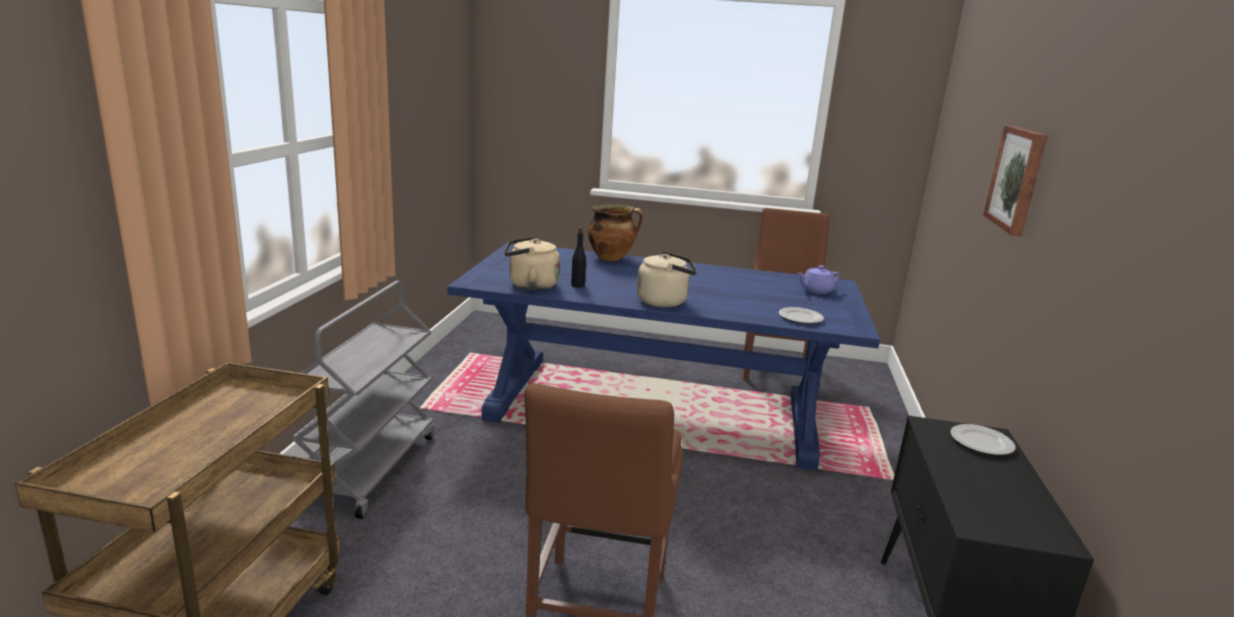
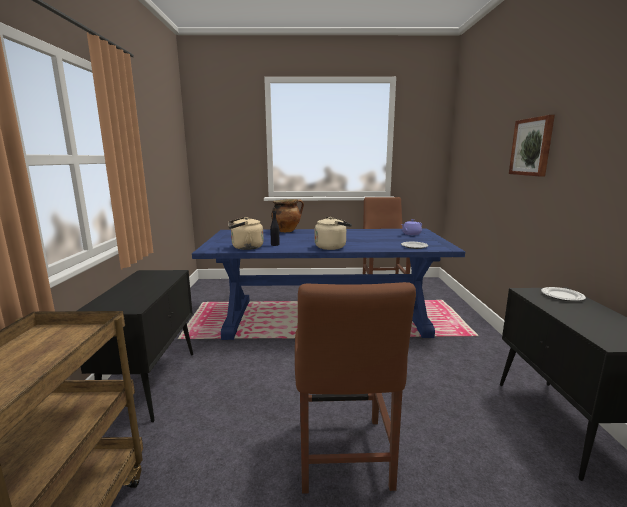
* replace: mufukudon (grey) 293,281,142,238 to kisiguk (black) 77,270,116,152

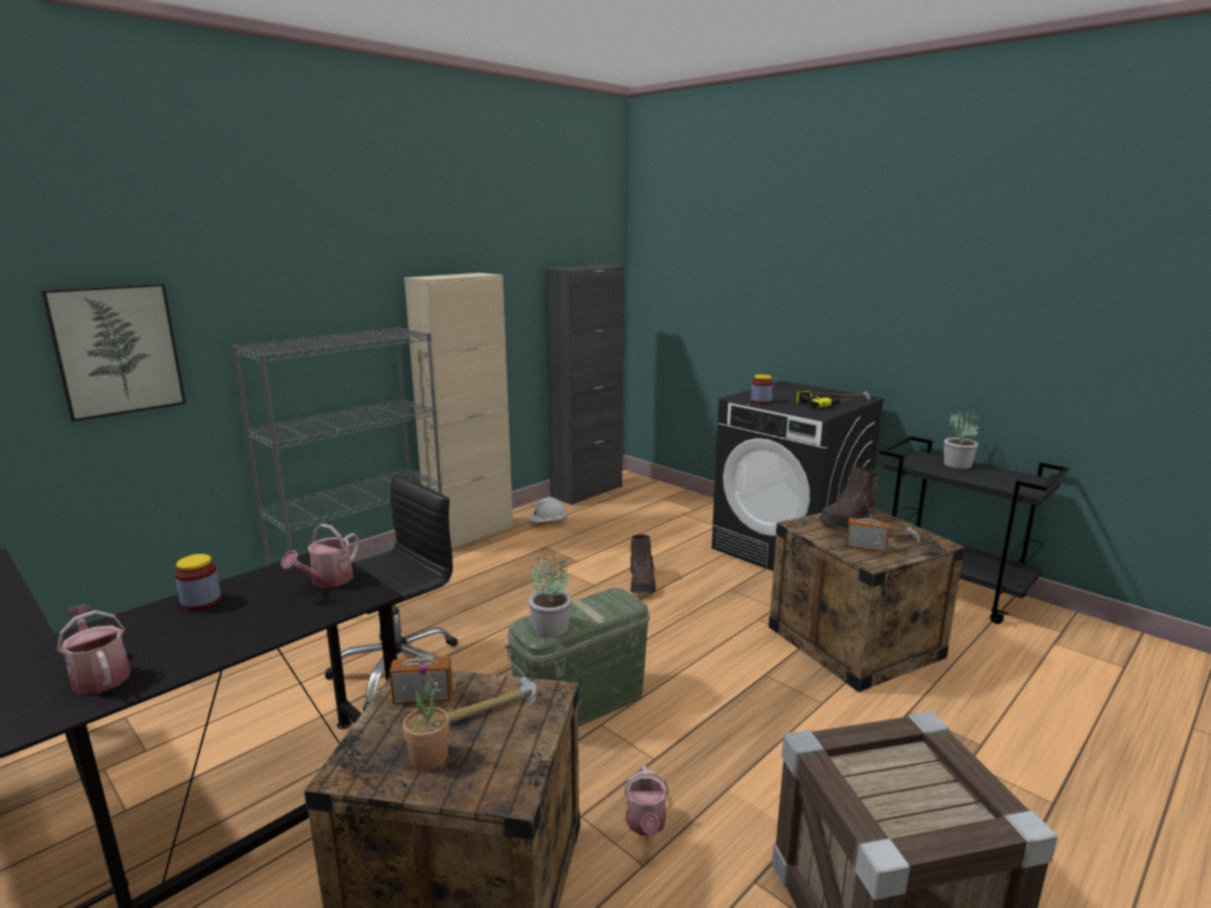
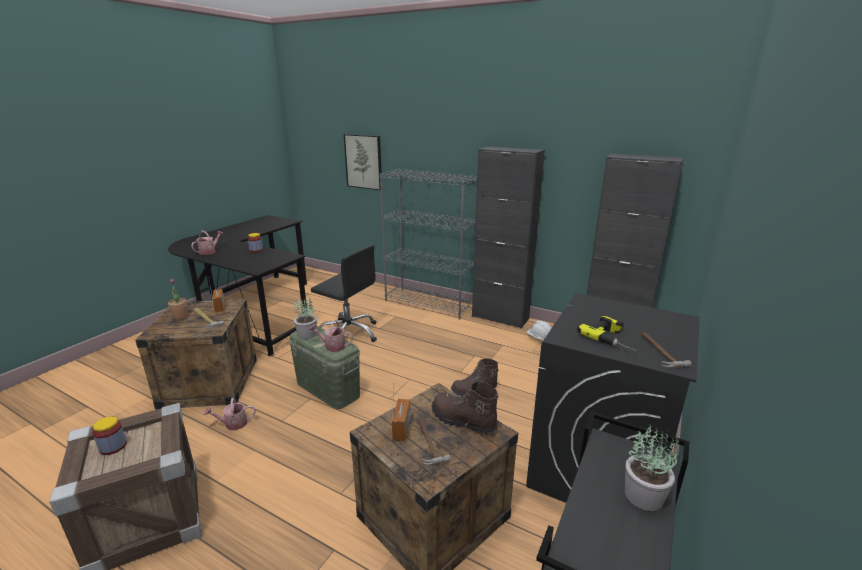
* move: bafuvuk 281,524,78,64 to 309,320,44,32
* move: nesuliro 751,374,22,30 to 93,416,34,39
* recolor: kisiguk (beige) 404,273,109,276 to kisiguk (black) 472,147,73,181

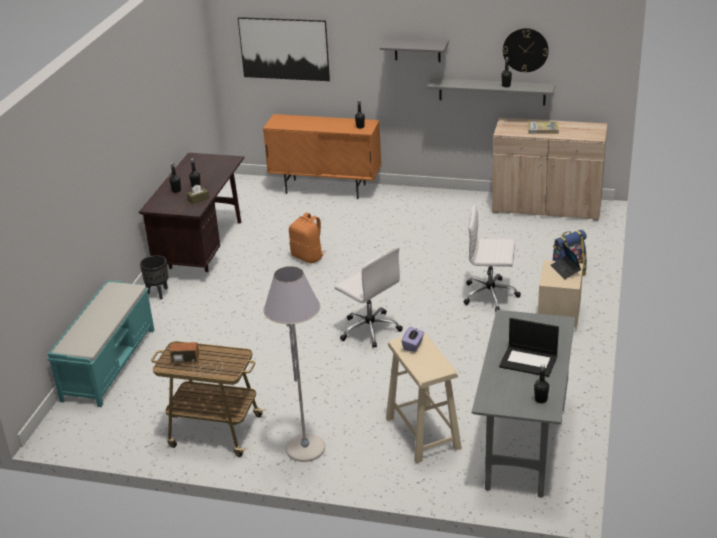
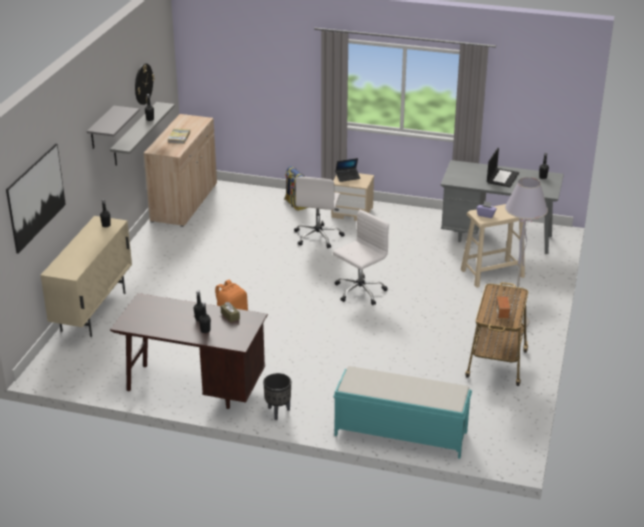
* recolor: kisiguk (orange) 263,114,118,85 to kisiguk (beige) 40,216,92,121

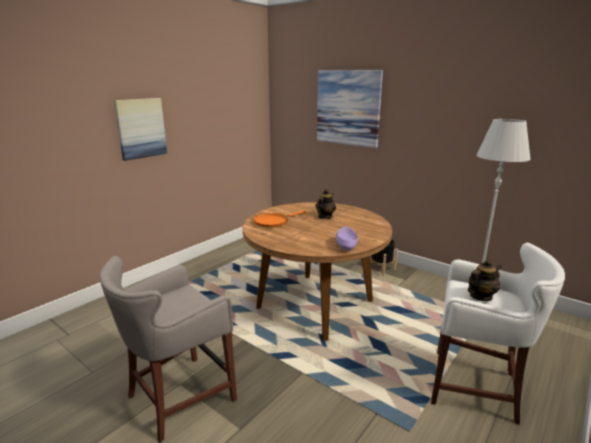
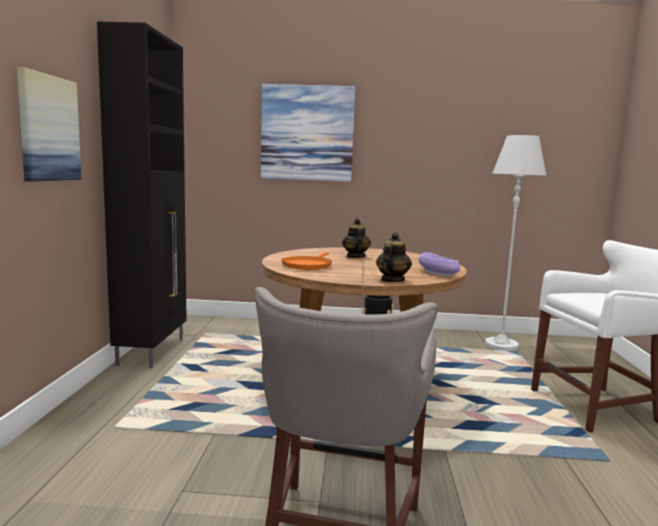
* insert: kisiguk (black) 97,22,90,346
* move: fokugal 468,259,34,42 to 376,232,36,50

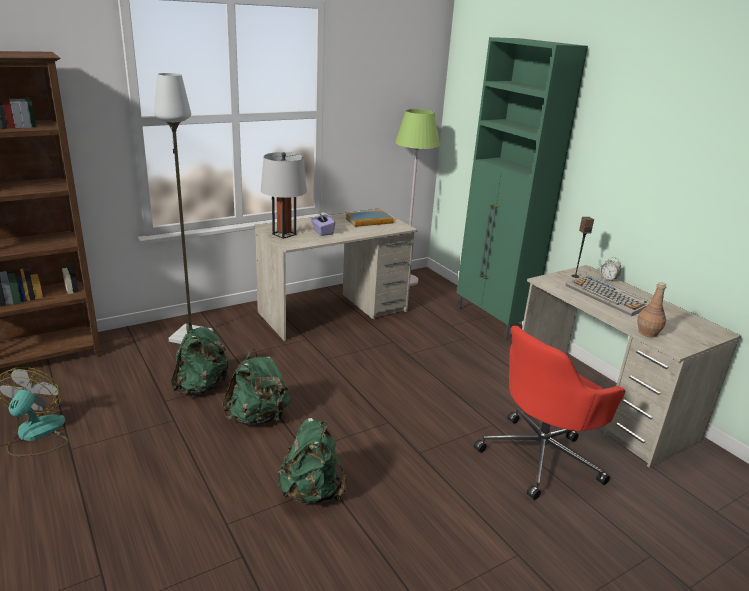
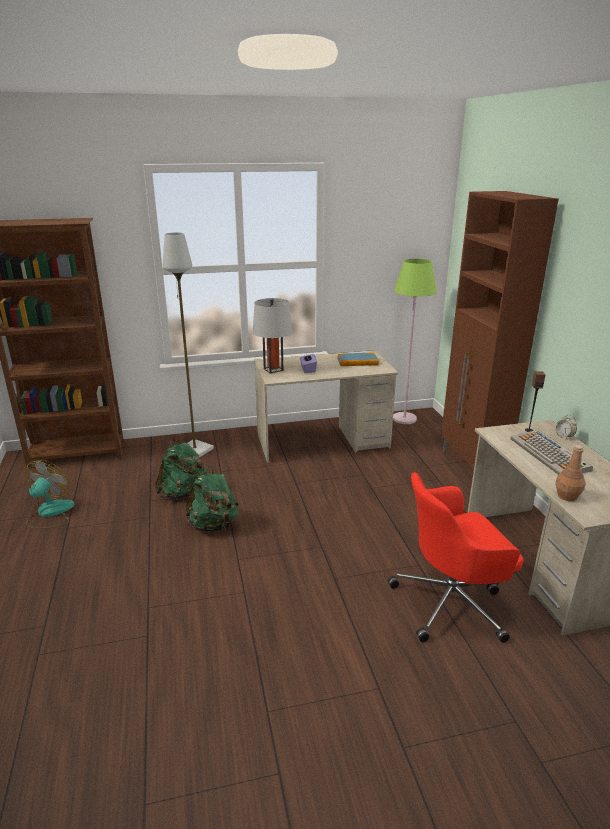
* delete: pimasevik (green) 278,418,69,86
* recolor: kisiguk (green) 457,37,131,303 to kisiguk (brown) 441,191,118,278

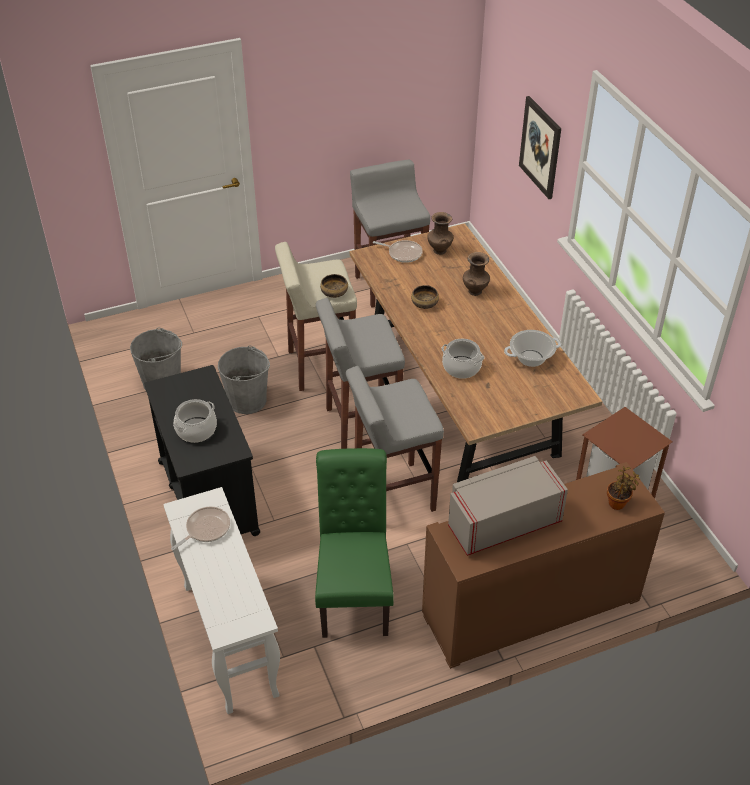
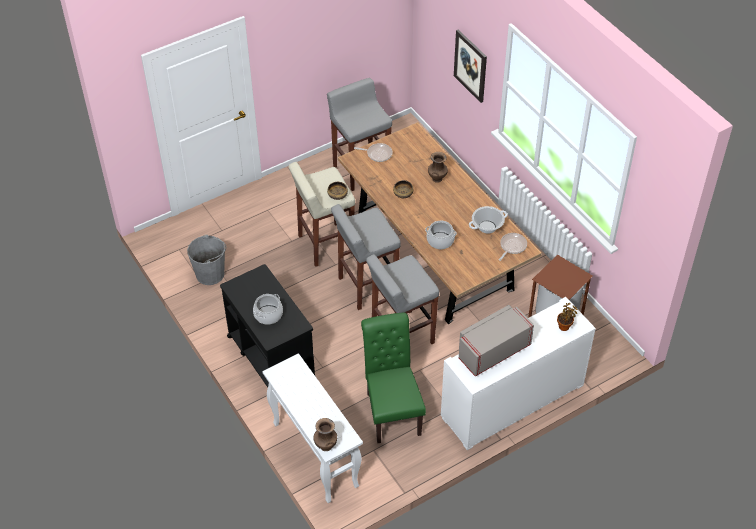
* delete: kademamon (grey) 218,345,52,69
* move: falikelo 171,507,59,43 to 499,233,28,28
* move: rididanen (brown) 427,212,26,43 to 313,418,24,33
* recolor: kisiguk (brown) 422,462,243,207 to kisiguk (white) 441,297,155,153

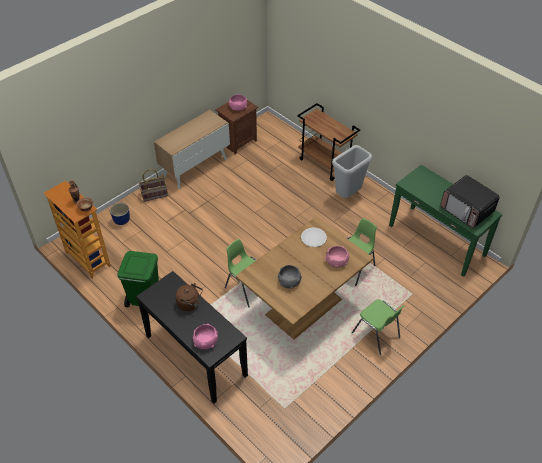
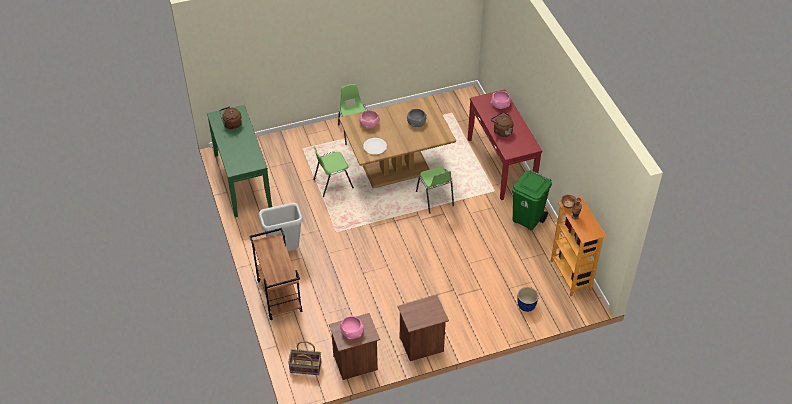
* move: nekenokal 139,169,29,33 to 288,341,33,34
* replace: kisiguk 154,110,76,79 to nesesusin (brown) 398,295,51,66
* replace: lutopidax 440,175,60,53 to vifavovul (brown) 219,107,23,23
* recolor: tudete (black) 136,271,112,133 to tudete (red) 468,90,74,110

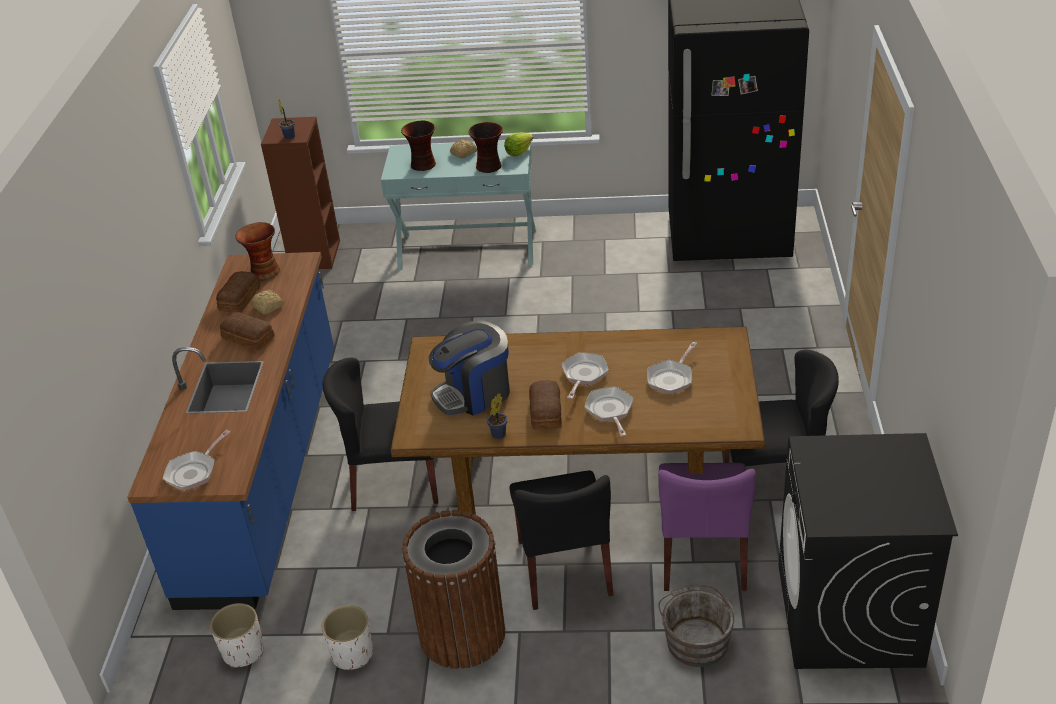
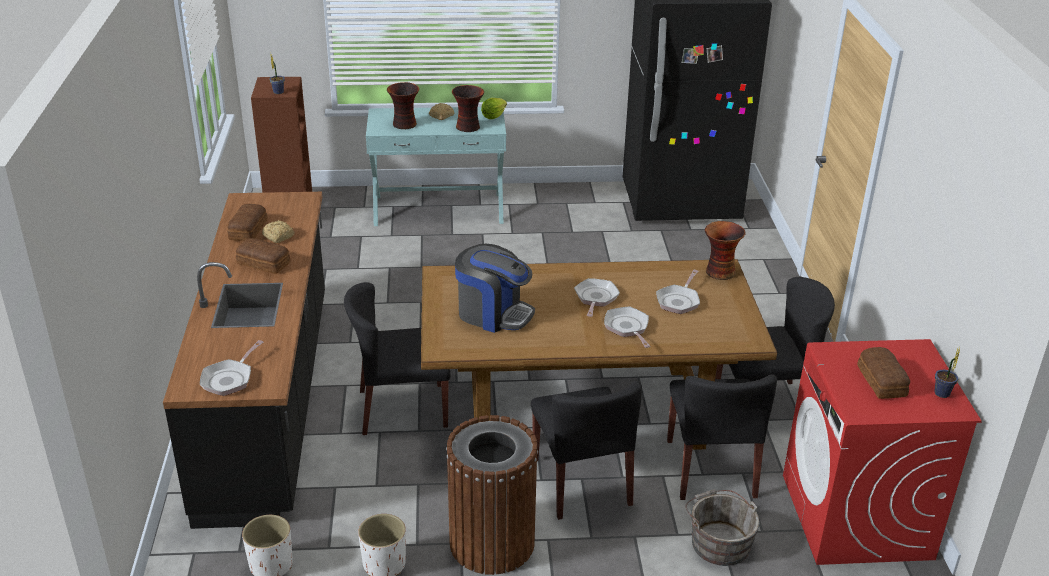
* move: rididanen 236,222,44,58 to 705,221,40,59
* move: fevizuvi 487,393,20,46 to 934,347,26,51
* move: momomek 529,380,33,50 to 857,347,53,52
* recolor: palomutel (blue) 127,252,207,358 to palomutel (black) 163,192,162,337
* recolor: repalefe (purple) 658,463,98,128 to repalefe (black) 667,374,110,126
* recolor: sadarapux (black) 778,433,180,236 to sadarapux (red) 783,339,199,226
* rotate: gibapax 429,320,81,96 = 455,244,80,89 120 degrees counterclockwise

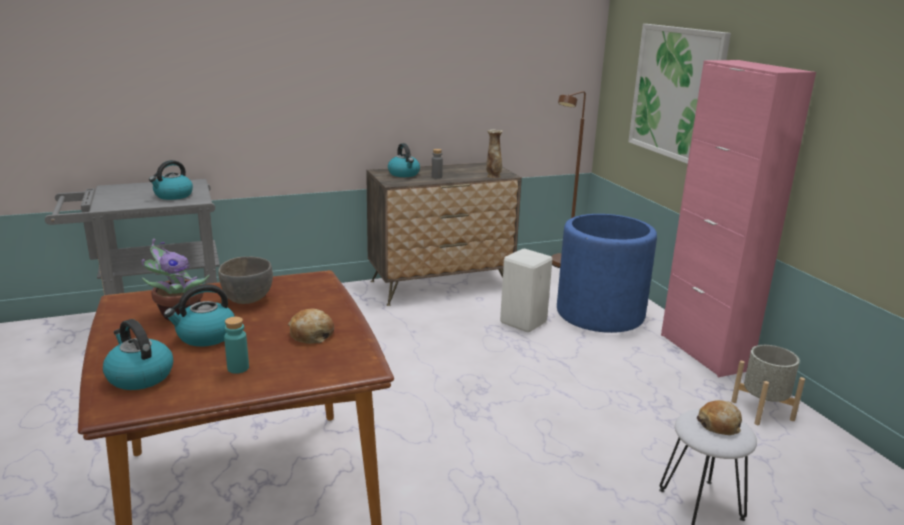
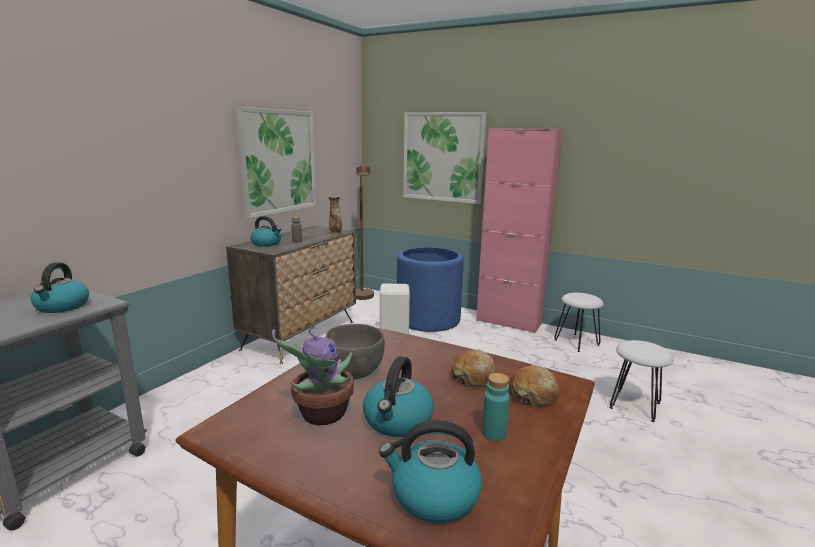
* insert: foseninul 235,107,81,112
* move: momomek 697,400,45,35 to 509,365,50,41
* replace: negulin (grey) 731,345,74,80 to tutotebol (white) 554,293,50,59

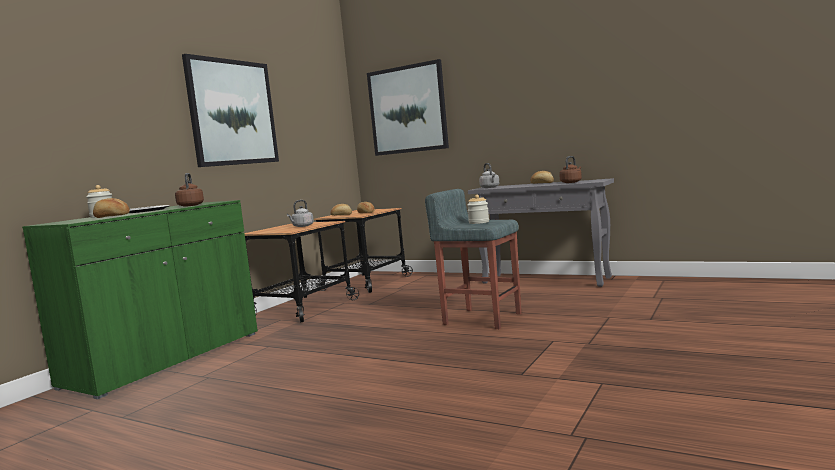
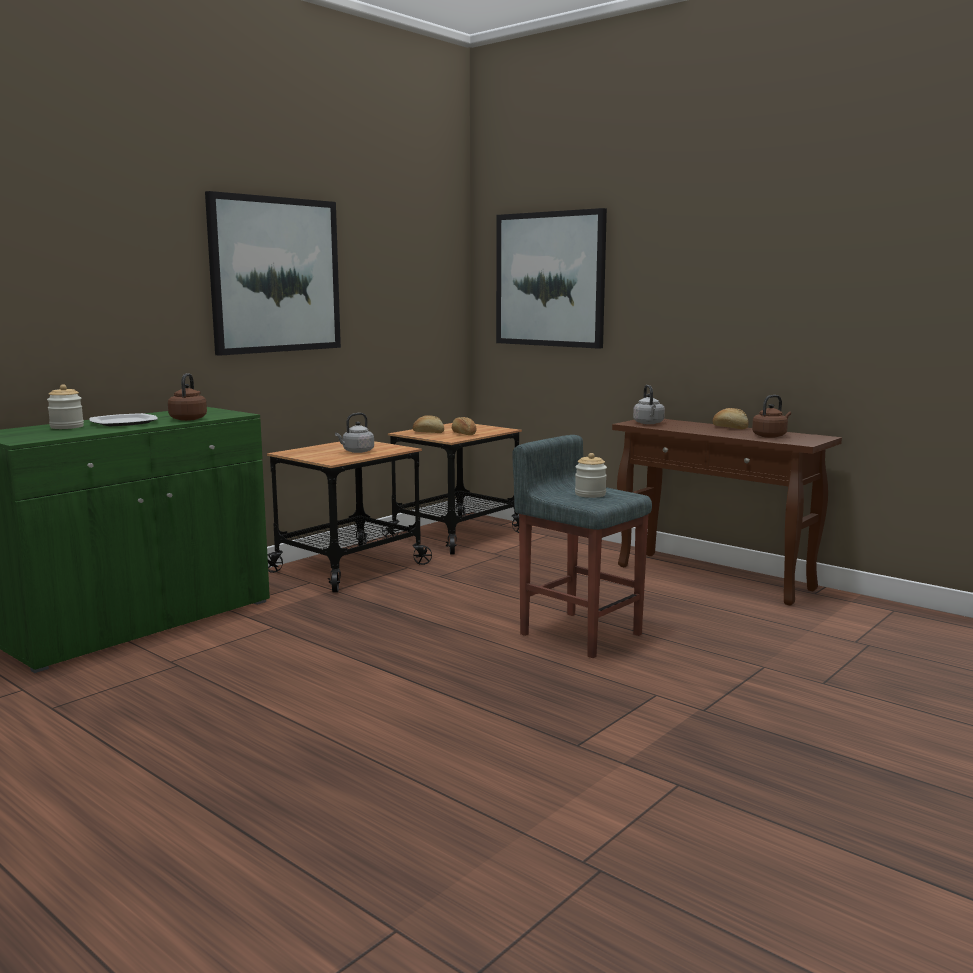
* delete: momomek 93,198,37,20
* recolor: tudete (grey) 468,178,146,109 to tudete (brown) 612,419,230,187

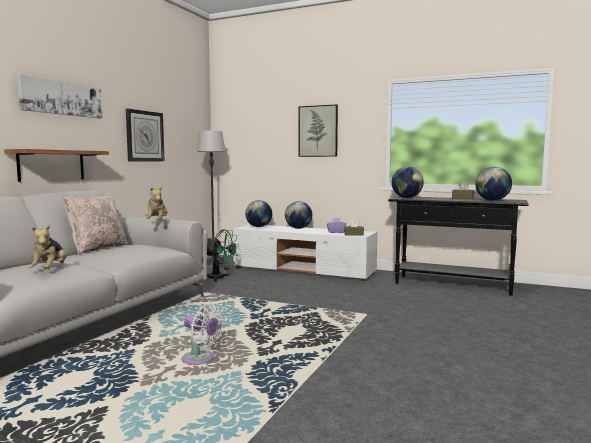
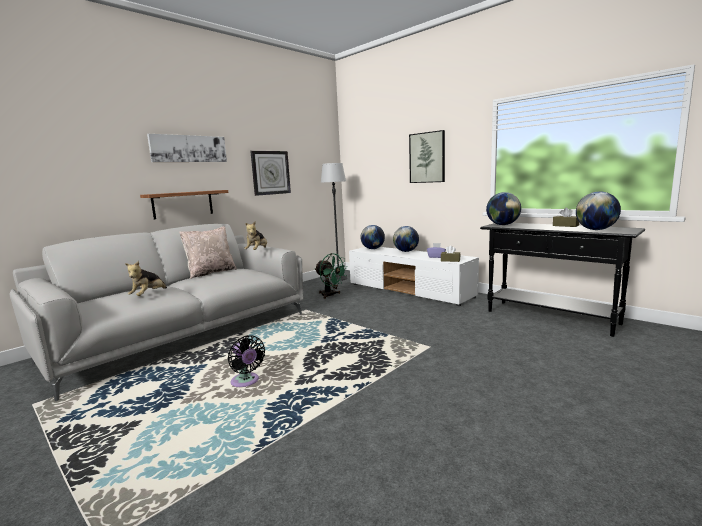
* recolor: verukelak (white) 181,303,43,62 to verukelak (black) 228,335,37,52

